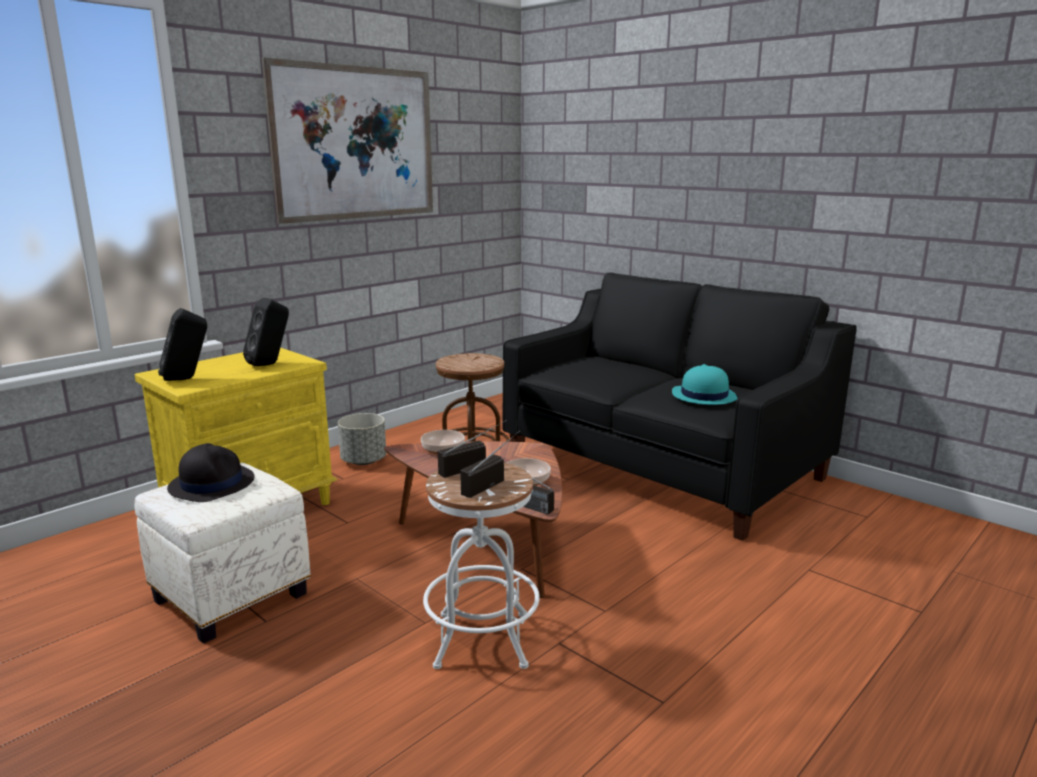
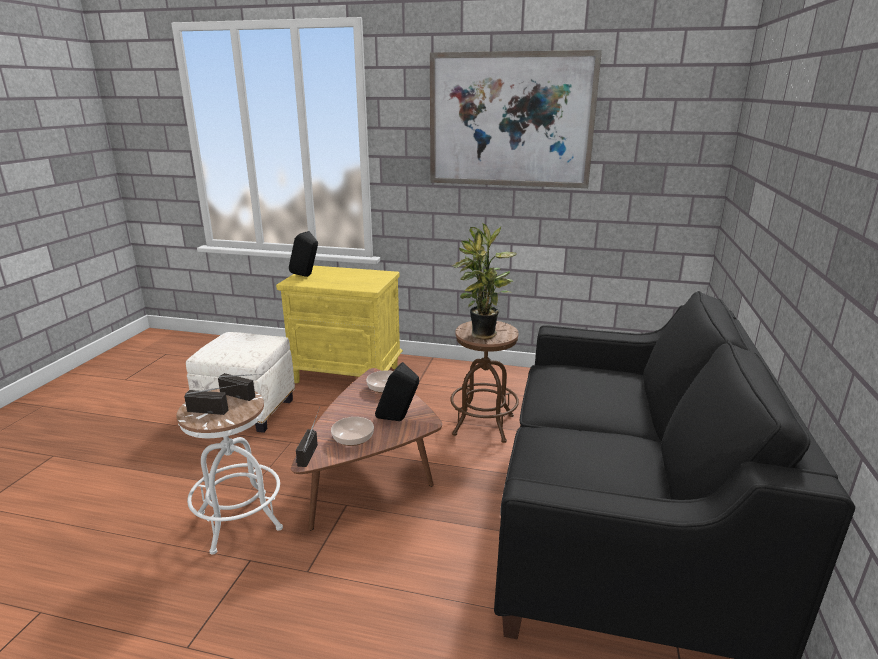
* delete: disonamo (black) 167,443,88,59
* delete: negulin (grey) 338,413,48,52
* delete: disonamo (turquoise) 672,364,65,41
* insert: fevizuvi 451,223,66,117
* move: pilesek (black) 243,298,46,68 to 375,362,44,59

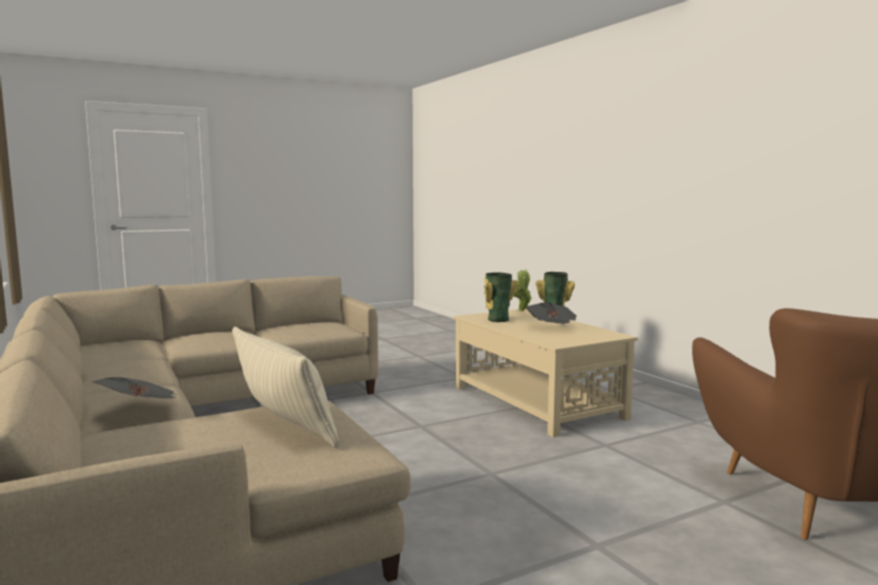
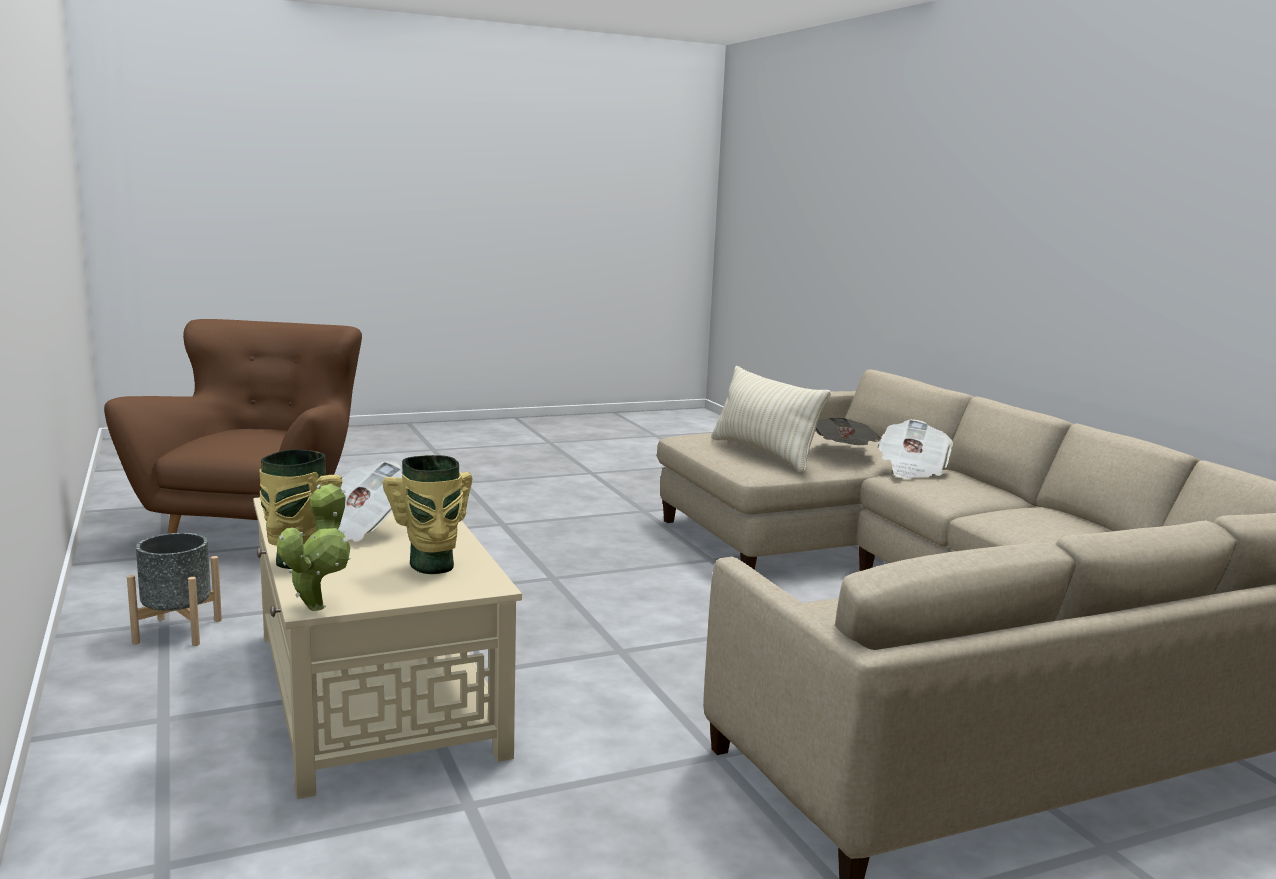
* insert: negulin (grey) 127,533,95,113
* insert: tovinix 815,418,65,27

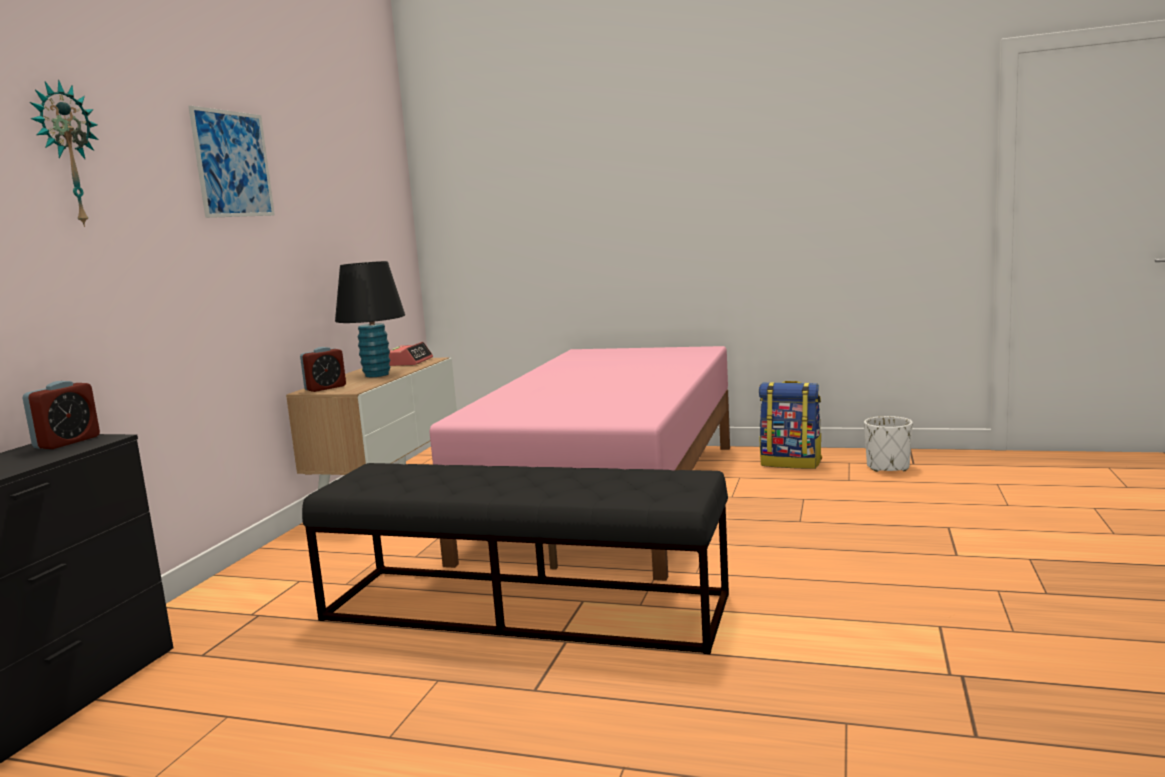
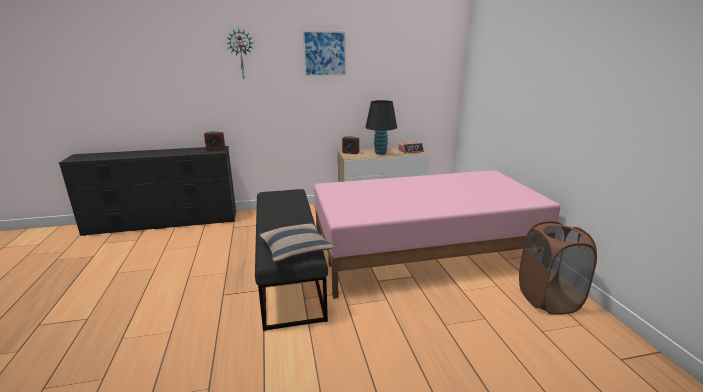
* delete: negulin (white) 864,416,49,56
* insert: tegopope 259,223,75,39
* replace: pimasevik 759,381,63,88 to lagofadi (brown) 519,221,78,94

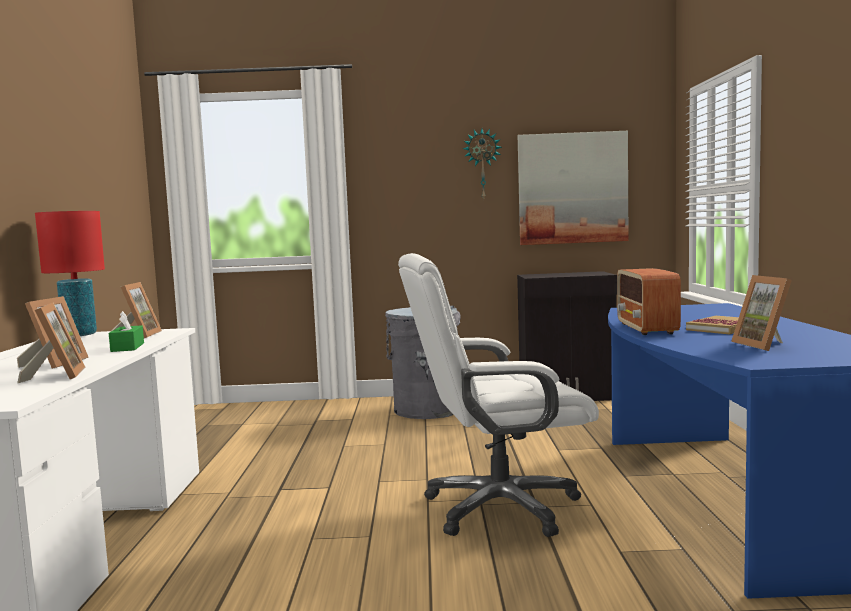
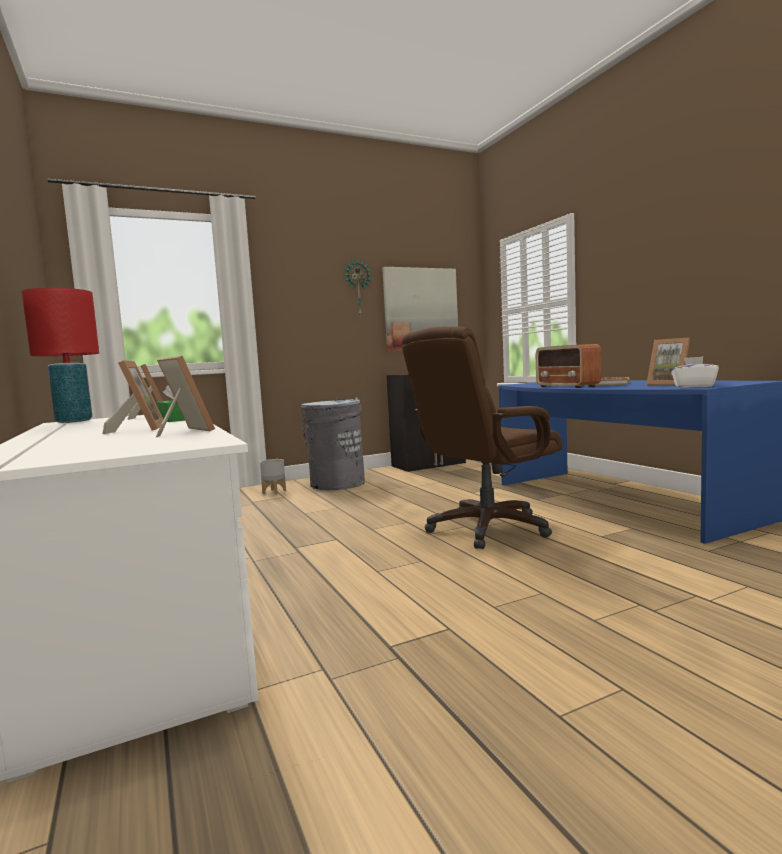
* insert: negulin (grey) 260,459,26,36
* insert: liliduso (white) 671,356,48,32
* recolor: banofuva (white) 398,253,201,284 to banofuva (brown) 402,327,160,222

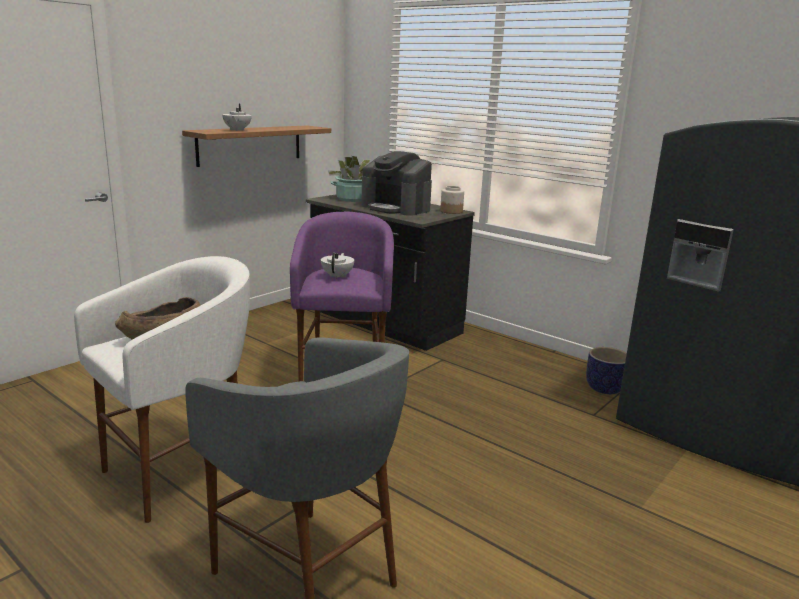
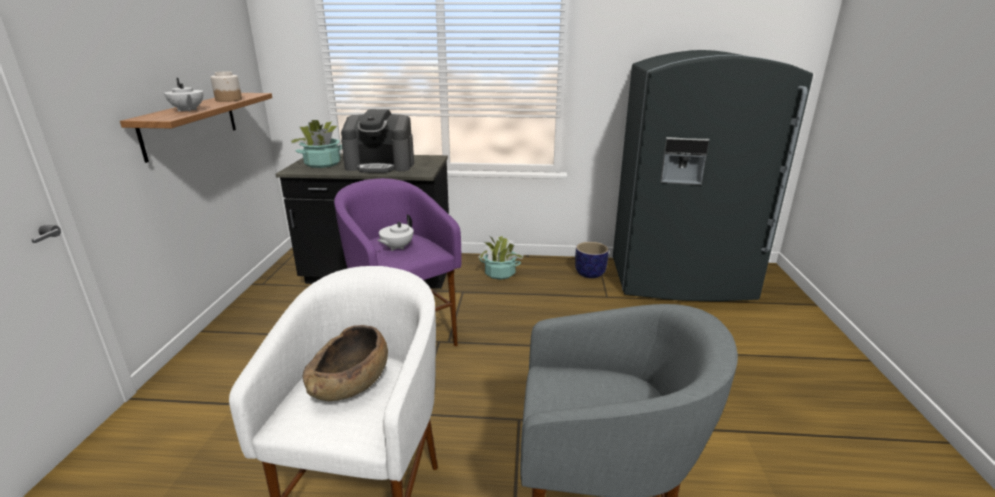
* insert: fevizuvi 479,236,45,44
* move: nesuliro 440,186,24,28 to 210,71,32,31
* rotate: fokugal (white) 321,253,34,26 = 377,215,36,36 120 degrees counterclockwise

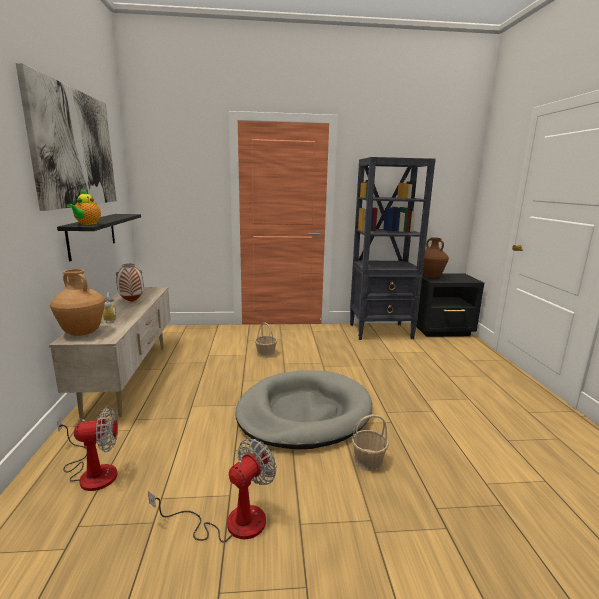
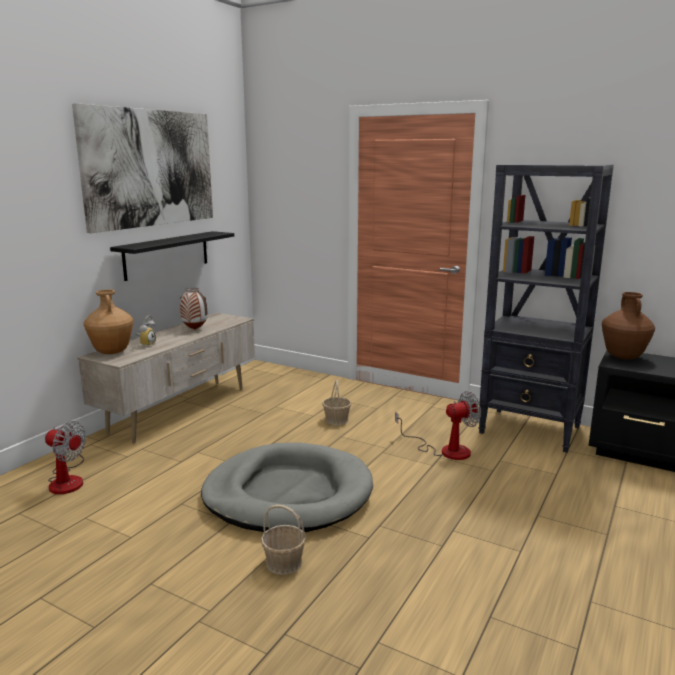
* delete: fokugal 67,188,34,37
* move: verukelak 148,438,129,105 to 395,391,86,69

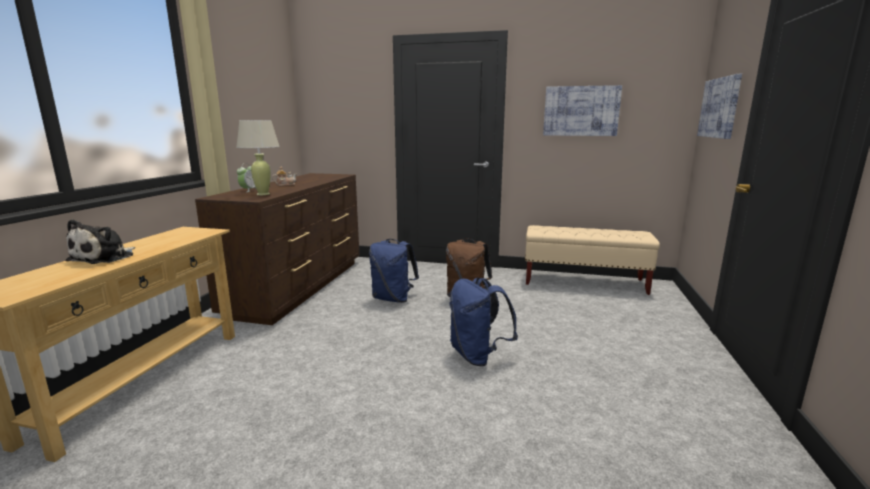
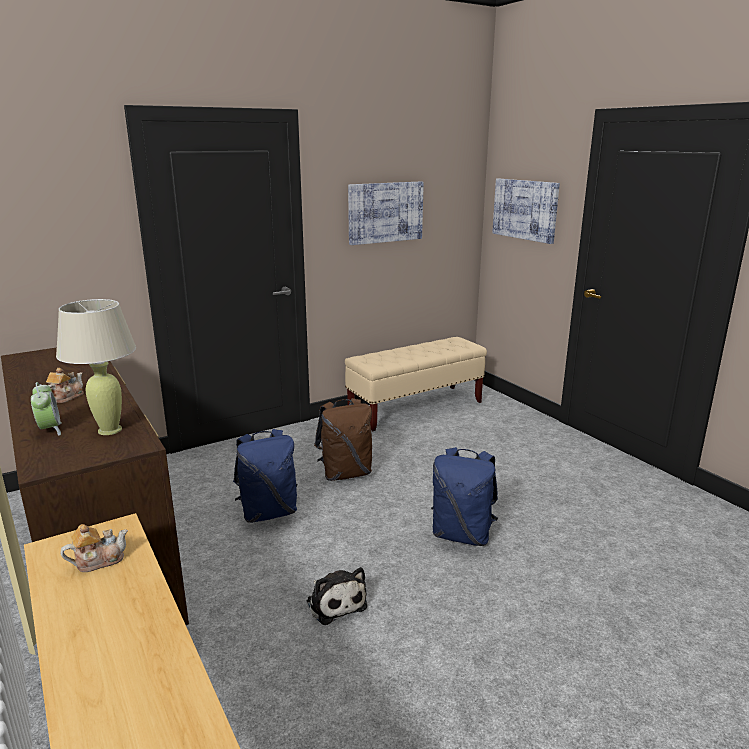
* insert: fokugal 61,524,67,48
* move: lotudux 66,219,69,45 to 307,567,60,58

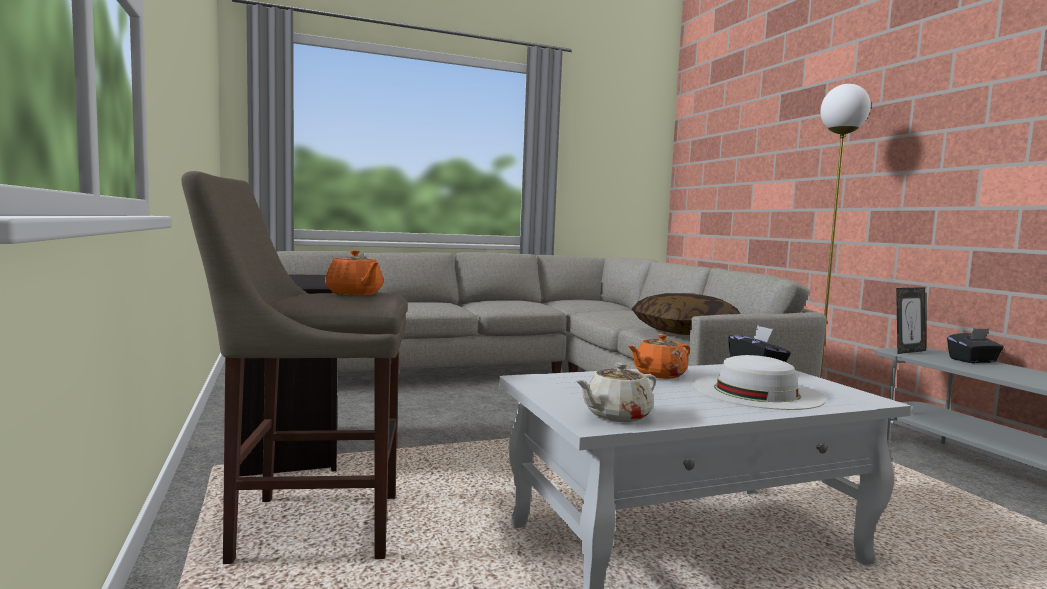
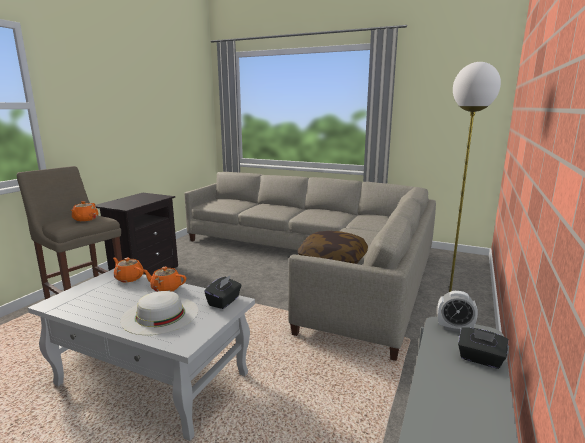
* delete: fokugal (beige) 576,363,80,59
* insert: fokugal (orange) 113,258,31,24
* replace: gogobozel 896,287,30,67 to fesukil 438,291,40,41

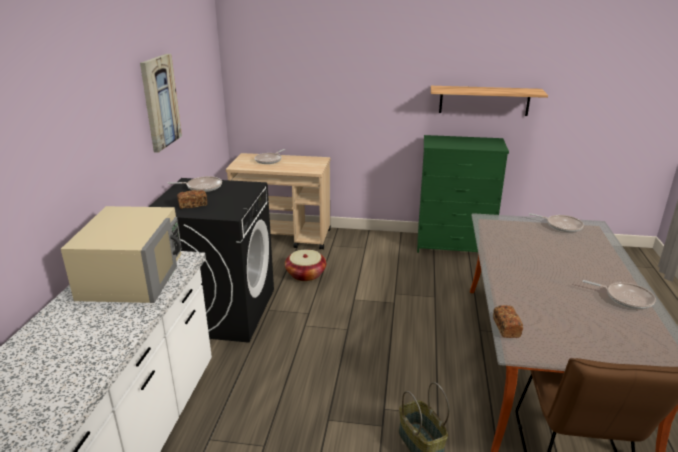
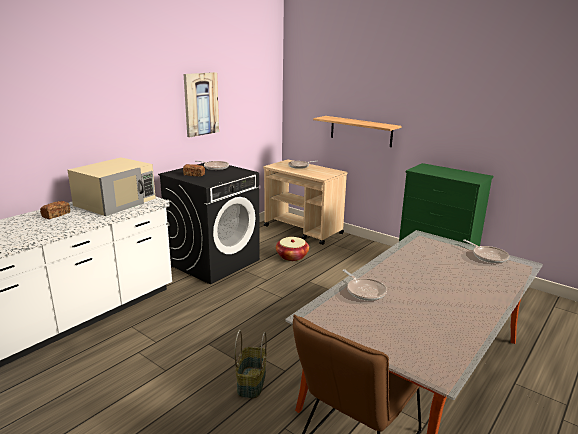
* move: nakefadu 431,86,117,30 to 313,116,89,31
* move: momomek 493,305,30,33 to 40,201,30,18
* move: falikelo 582,280,74,29 to 342,269,45,32

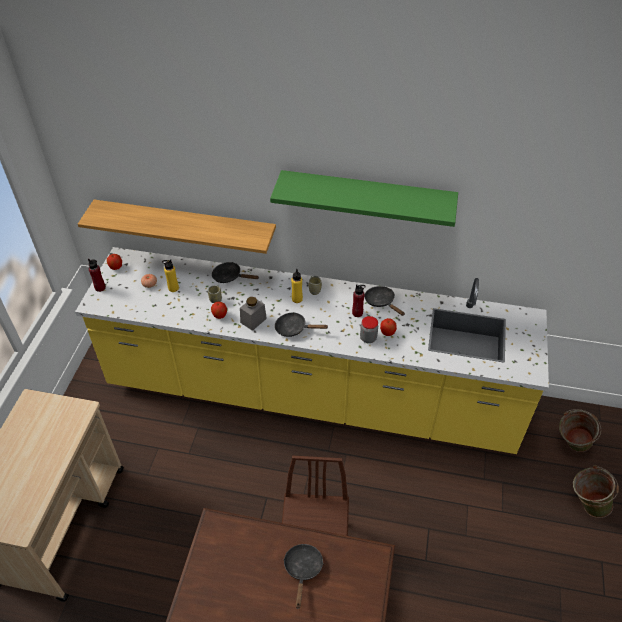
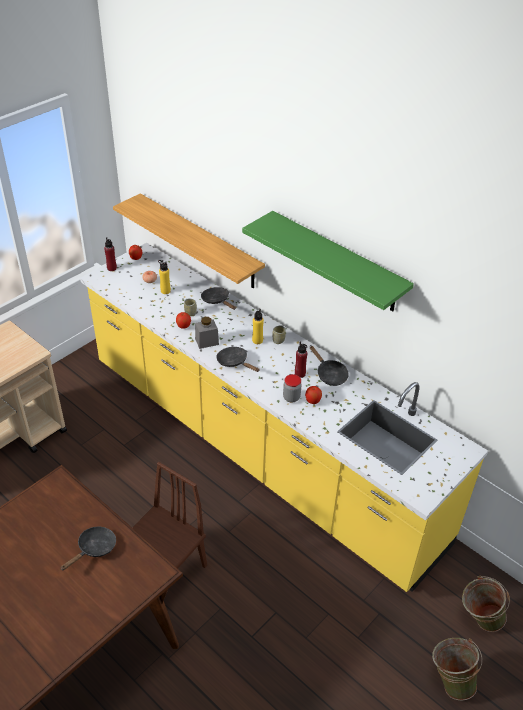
* rotate: falikelo (black) 364,286,41,30 = 310,346,39,40 150 degrees clockwise

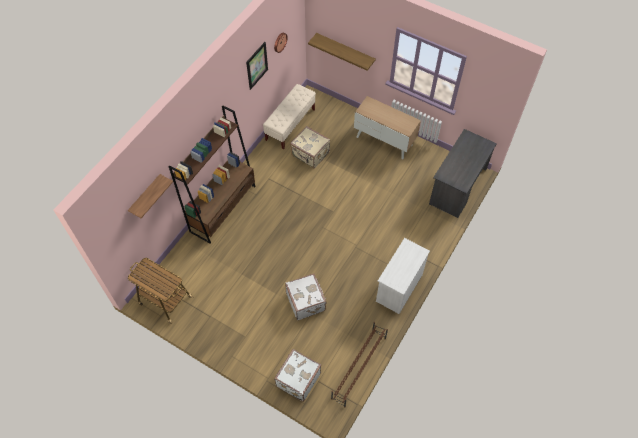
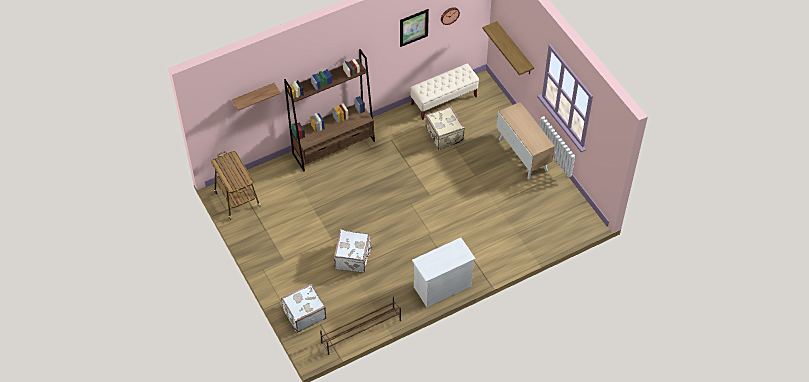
* delete: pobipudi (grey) 429,129,68,89

